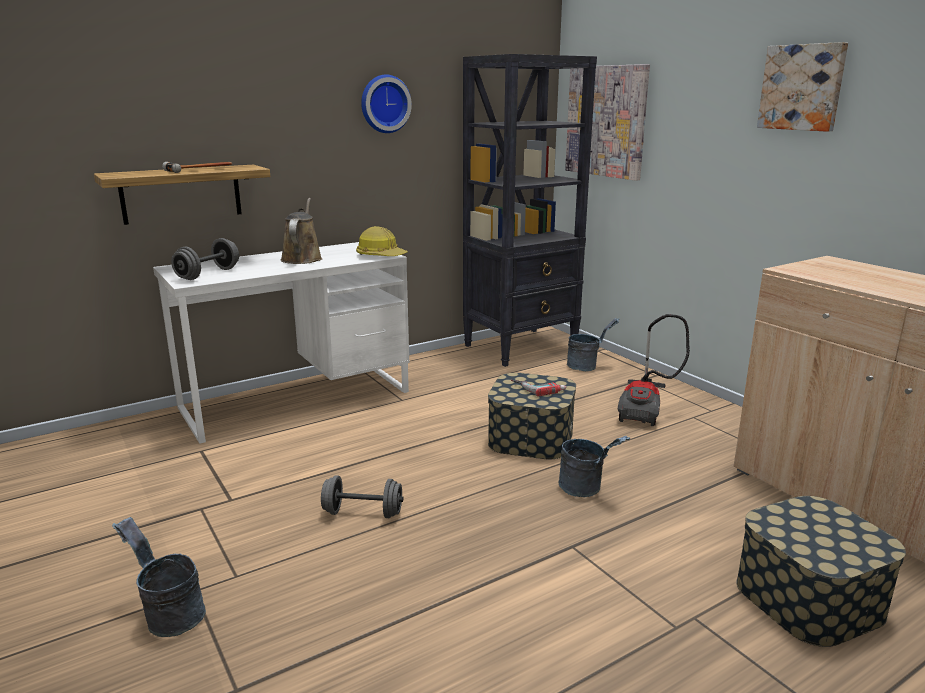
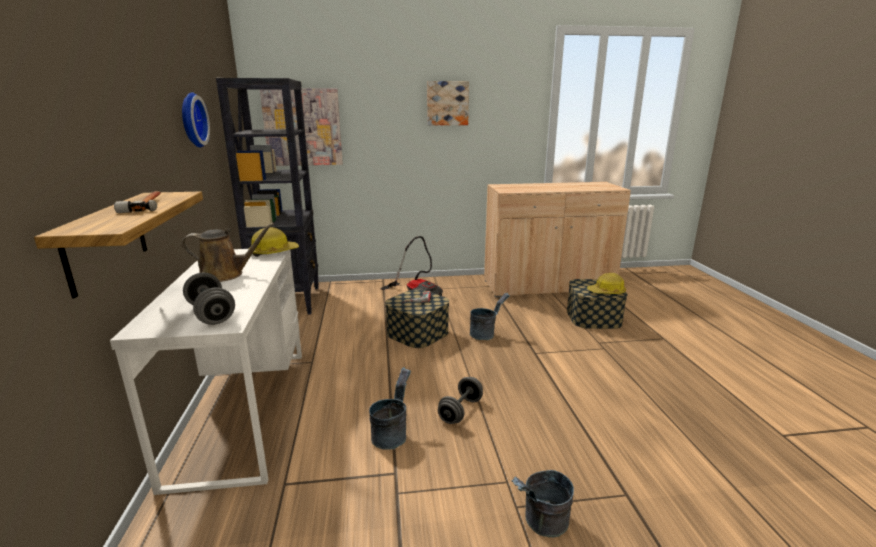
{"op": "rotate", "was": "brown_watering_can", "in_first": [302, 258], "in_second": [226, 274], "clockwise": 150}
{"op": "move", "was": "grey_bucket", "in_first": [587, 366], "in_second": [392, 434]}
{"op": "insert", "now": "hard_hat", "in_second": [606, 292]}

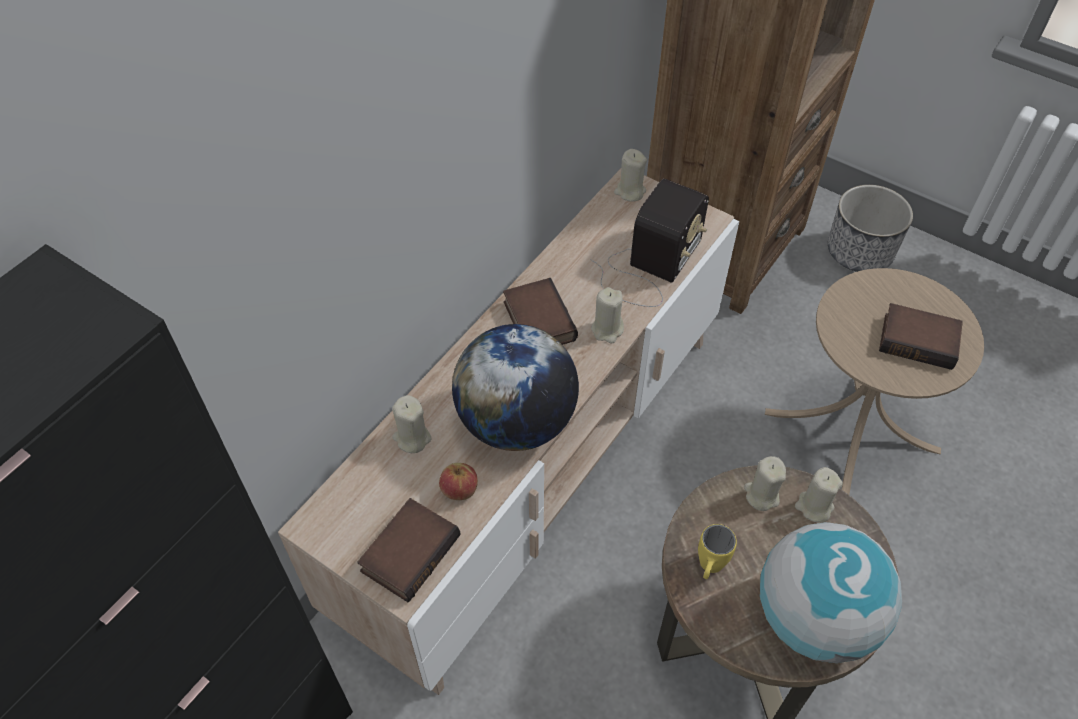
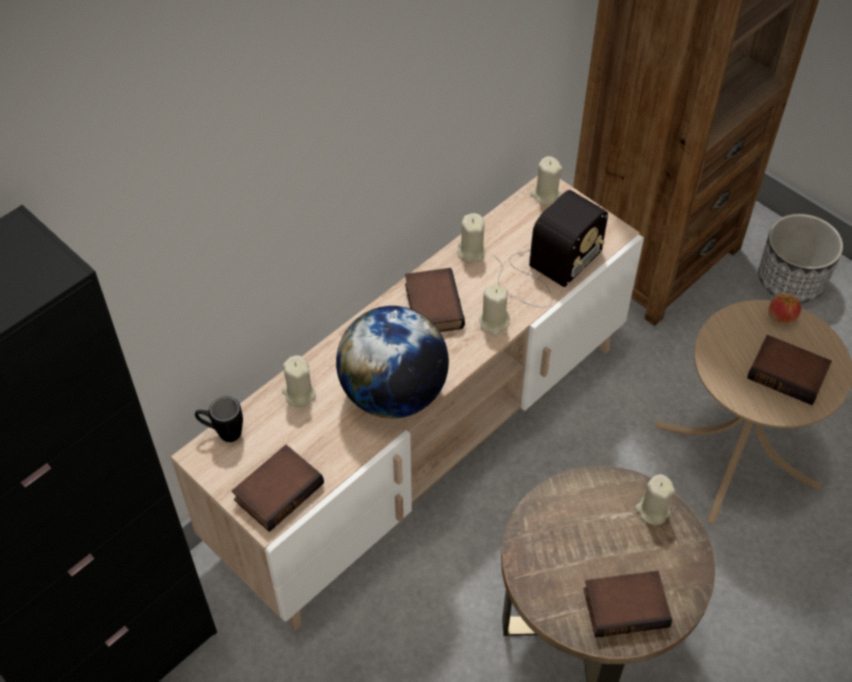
{"op": "insert", "now": "black_mug", "in_second": [222, 433]}
{"op": "move", "was": "beige_candle", "in_first": [761, 495], "in_second": [471, 252]}
{"op": "replace", "was": "globe", "now": "book", "in_first": [813, 617], "in_second": [626, 605]}
{"op": "move", "was": "apple", "in_first": [459, 489], "in_second": [781, 316]}
{"op": "delete", "was": "yellow_mug", "in_first": [709, 569]}

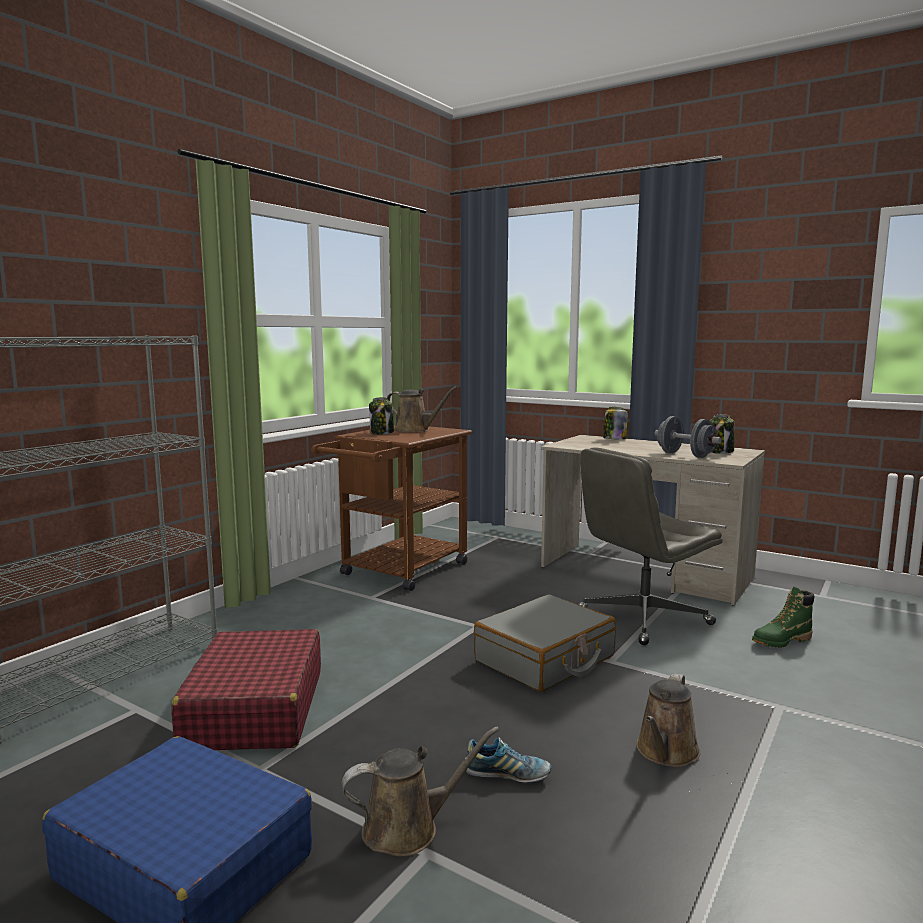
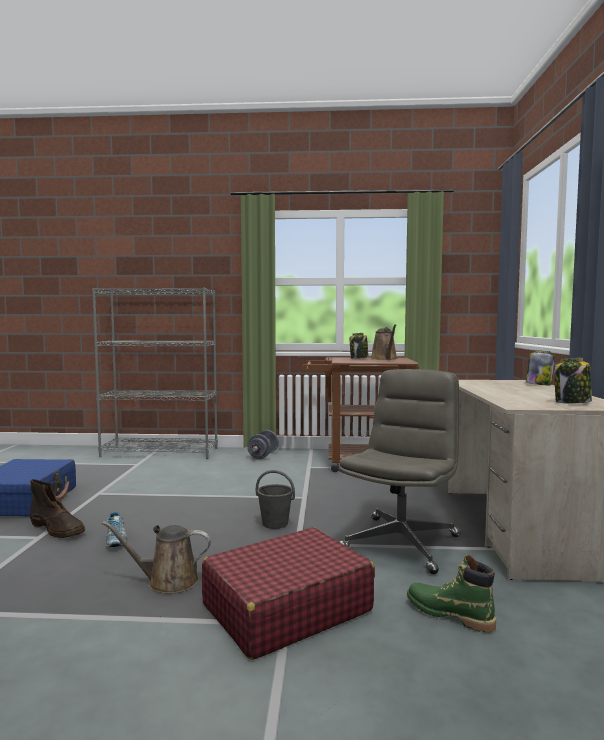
{"op": "replace", "was": "brown_watering_can", "now": "brown_boot", "in_first": [408, 828], "in_second": [57, 529]}
{"op": "move", "was": "red_suitcase", "in_first": [254, 710], "in_second": [286, 608]}
{"op": "move", "was": "grey_dumbbell", "in_first": [685, 455], "in_second": [263, 456]}
{"op": "replace", "was": "grey_suitcase", "now": "grey_bucket", "in_first": [545, 659], "in_second": [275, 523]}
{"op": "rotate", "was": "grey_office_chair", "in_first": [642, 618], "in_second": [401, 543], "clockwise": 90}

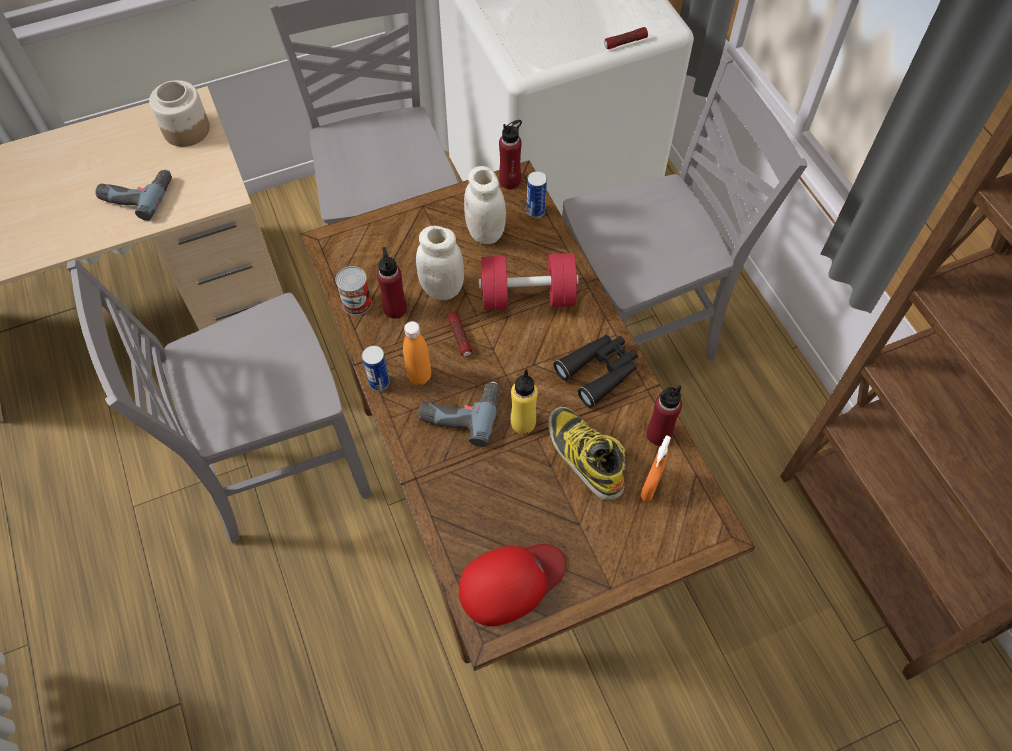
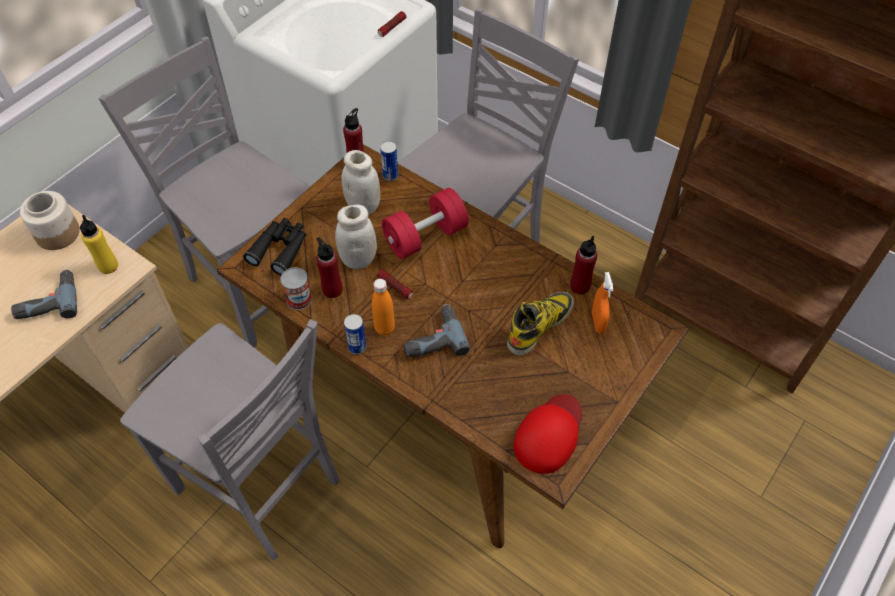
{"op": "move", "was": "yellow_bottle", "in_first": [523, 423], "in_second": [108, 266]}
{"op": "rotate", "was": "grey_chair", "in_first": [279, 470], "in_second": [261, 486], "clockwise": -90}
{"op": "move", "was": "black_binoculars", "in_first": [599, 371], "in_second": [280, 249]}
{"op": "rotate", "was": "boot", "in_first": [583, 455], "in_second": [539, 325], "clockwise": 105}

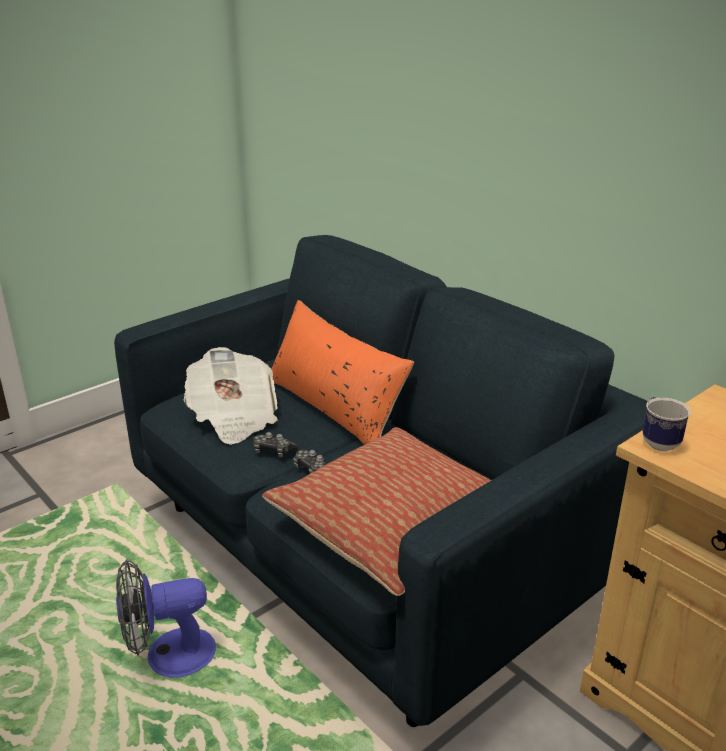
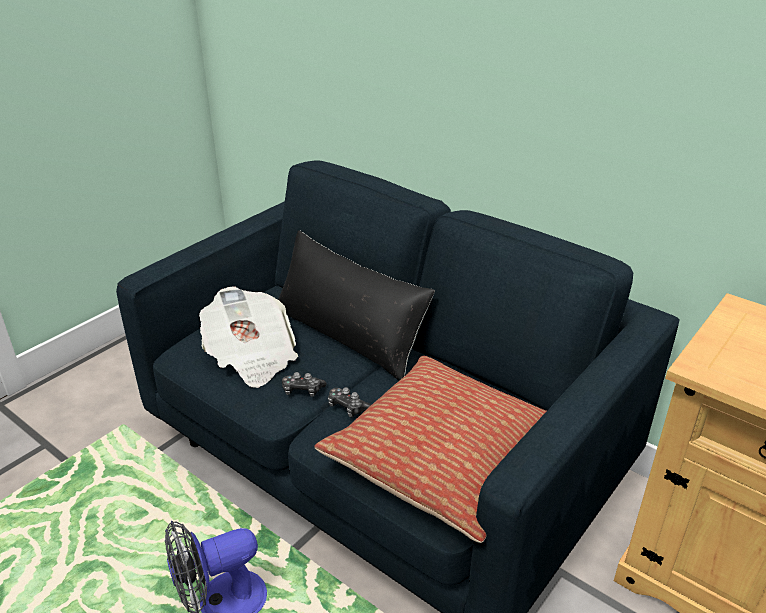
{"op": "recolor", "was": "orange_pillow", "now": "black_pillow", "in_first": [334, 407], "in_second": [348, 335]}
{"op": "delete", "was": "mug", "in_first": [657, 441]}

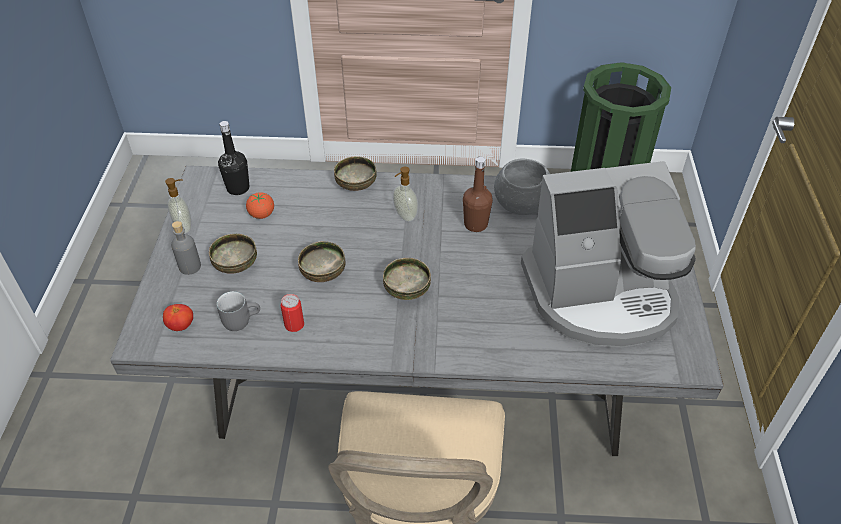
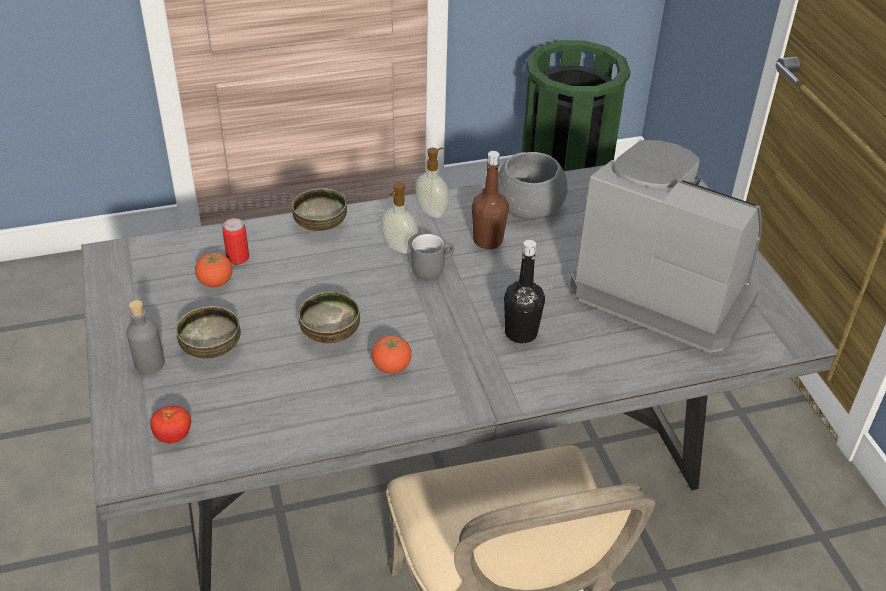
{"op": "move", "was": "can", "in_first": [294, 324], "in_second": [238, 258]}
{"op": "insert", "now": "tomato", "in_second": [391, 367]}
{"op": "move", "was": "grey_mug", "in_first": [240, 319], "in_second": [431, 268]}
{"op": "move", "was": "soap_dispenser", "in_first": [184, 227], "in_second": [432, 211]}
{"op": "move", "was": "black_bottle", "in_first": [238, 188], "in_second": [521, 333]}
{"op": "rotate", "was": "coffee_machine", "in_first": [601, 295], "in_second": [666, 287], "clockwise": -120}
{"op": "delete", "was": "bowl", "in_first": [406, 290]}

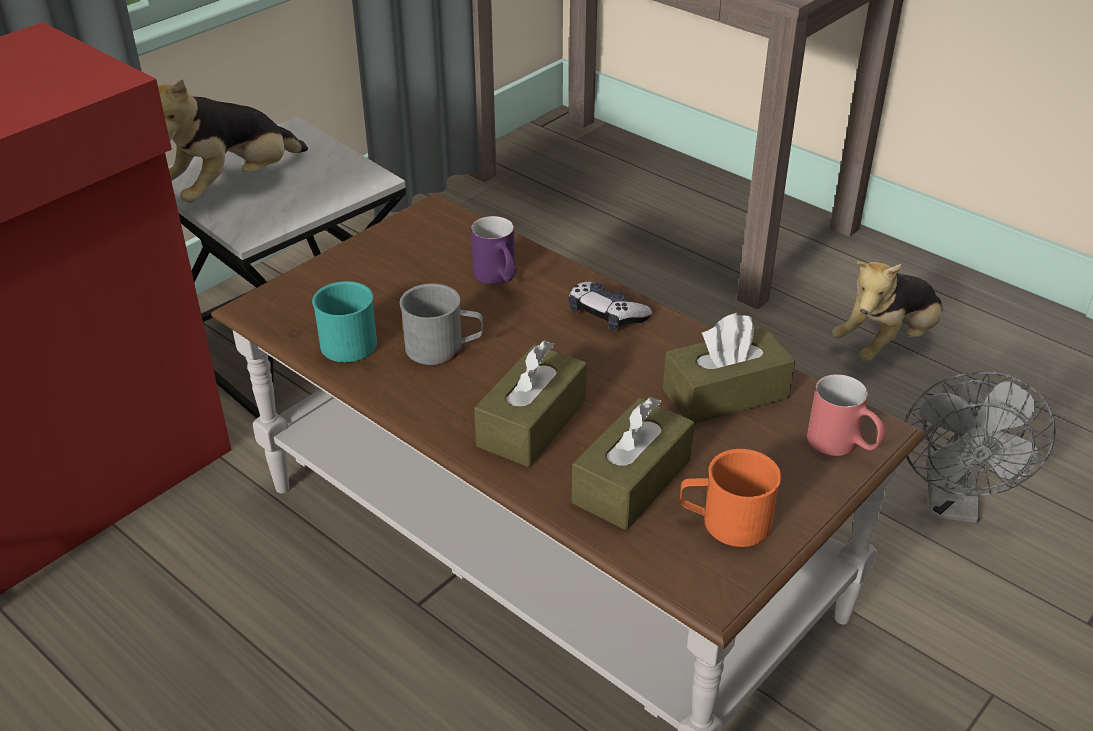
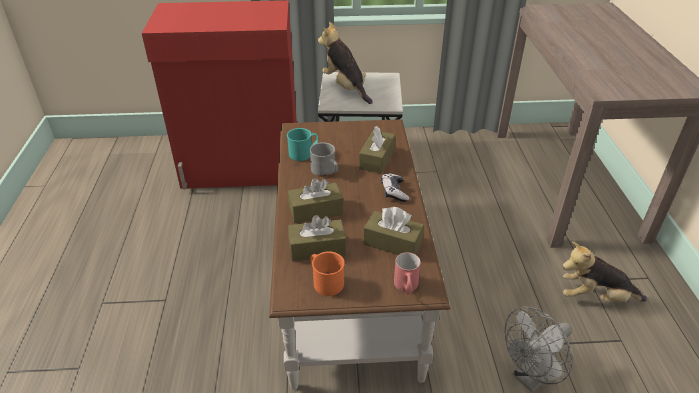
{"op": "rotate", "was": "plush_toy", "in_first": [234, 186], "in_second": [345, 87], "clockwise": 60}
{"op": "replace", "was": "purple_mug", "now": "brown_tissue_box", "in_first": [498, 279], "in_second": [377, 159]}

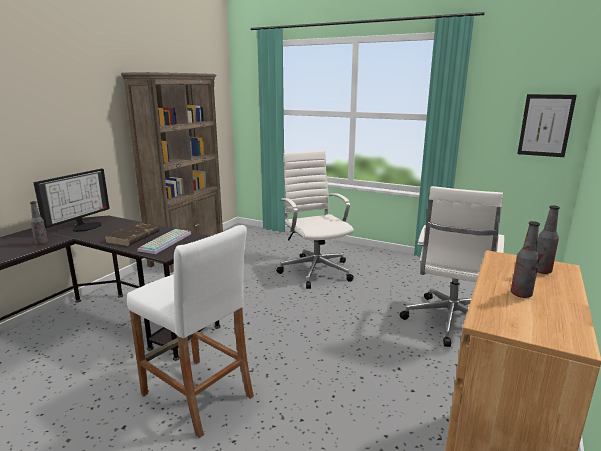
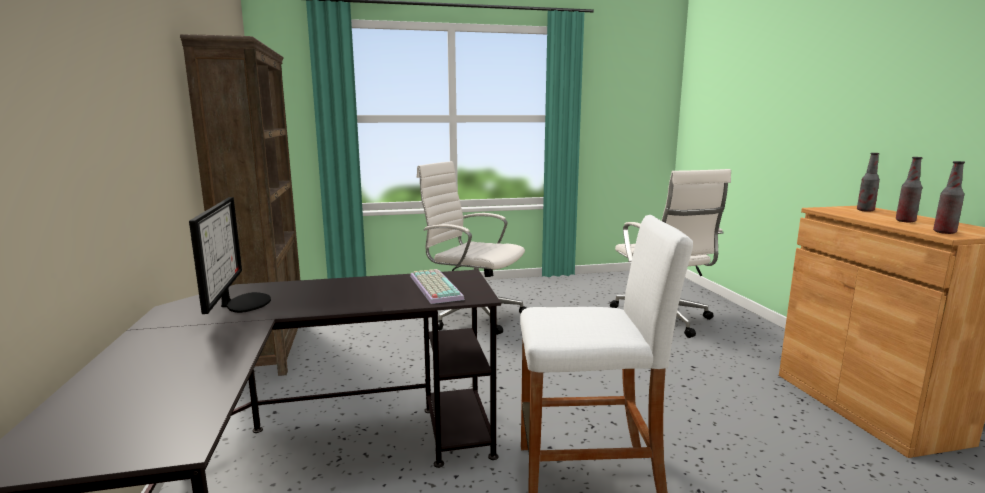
{"op": "move", "was": "bottle", "in_first": [41, 243], "in_second": [944, 232]}
{"op": "delete", "was": "brown_book", "in_first": [133, 237]}
{"op": "delete", "was": "picture", "in_first": [545, 125]}

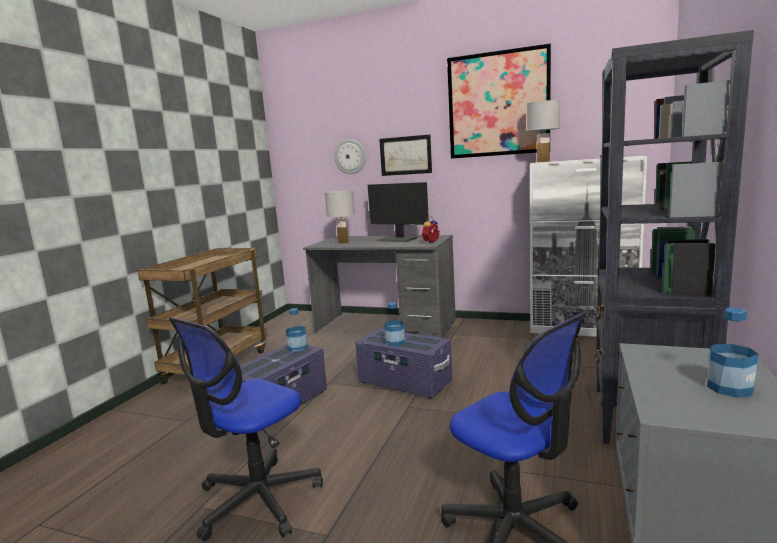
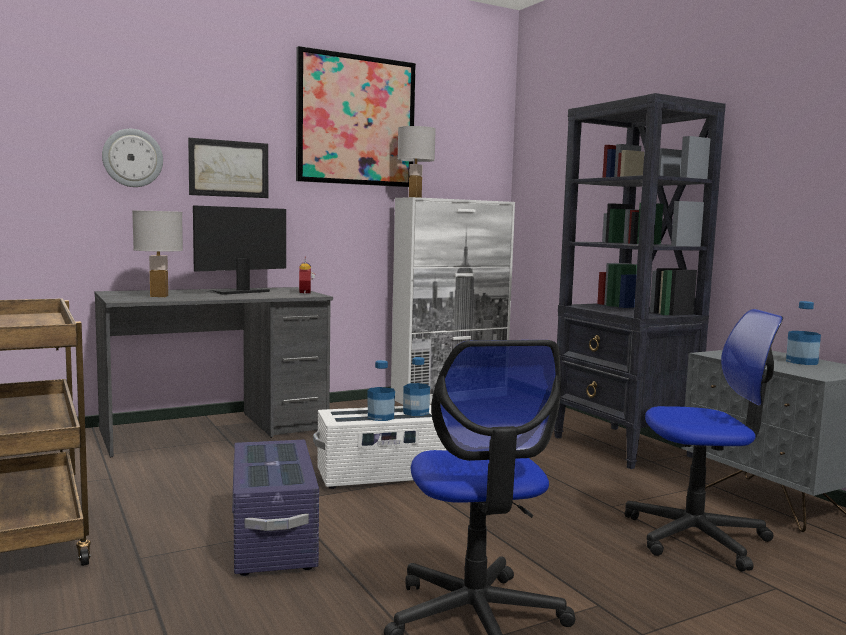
{"op": "rotate", "was": "monitor", "in_first": [397, 239], "in_second": [238, 291], "clockwise": 150}
{"op": "recolor", "was": "purple_storage_box", "now": "white_storage_box", "in_first": [405, 383], "in_second": [381, 475]}
{"op": "move", "was": "bottle", "in_first": [297, 348], "in_second": [416, 412]}

